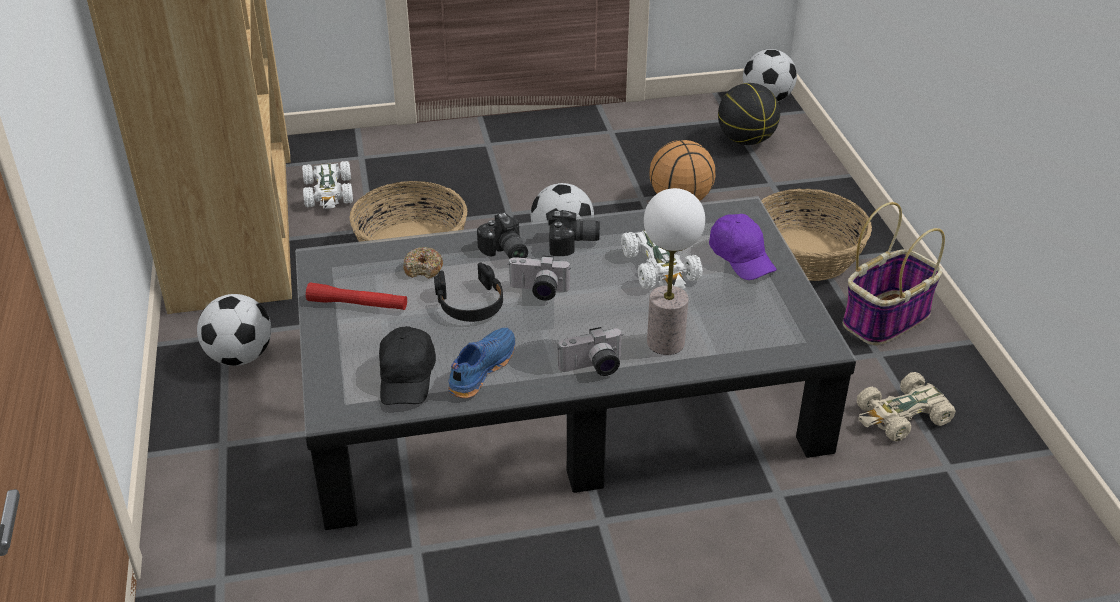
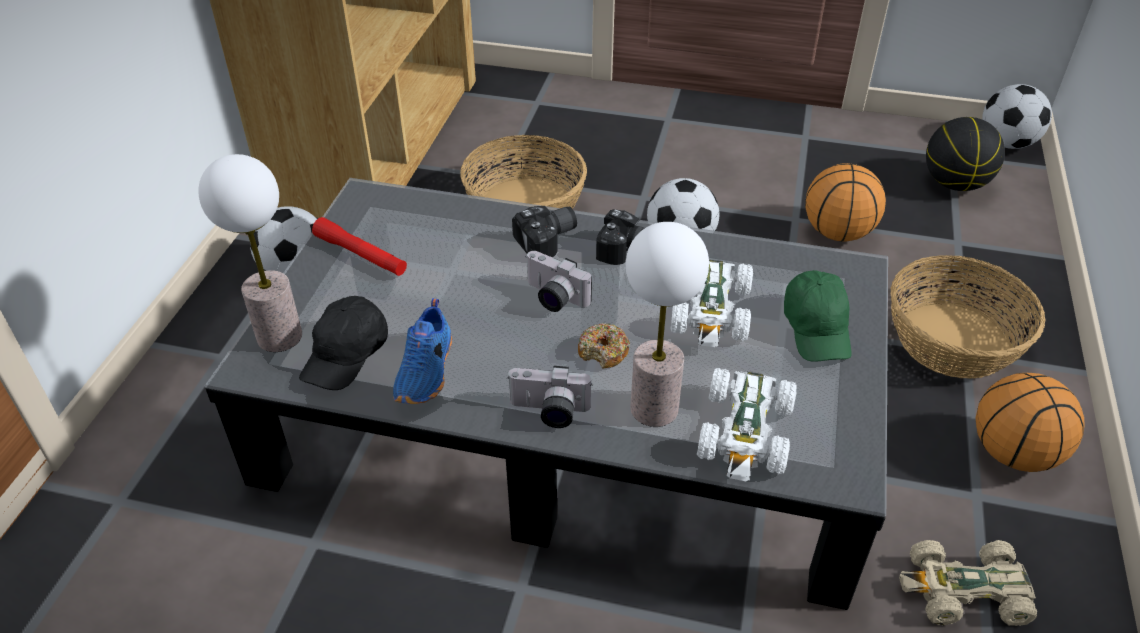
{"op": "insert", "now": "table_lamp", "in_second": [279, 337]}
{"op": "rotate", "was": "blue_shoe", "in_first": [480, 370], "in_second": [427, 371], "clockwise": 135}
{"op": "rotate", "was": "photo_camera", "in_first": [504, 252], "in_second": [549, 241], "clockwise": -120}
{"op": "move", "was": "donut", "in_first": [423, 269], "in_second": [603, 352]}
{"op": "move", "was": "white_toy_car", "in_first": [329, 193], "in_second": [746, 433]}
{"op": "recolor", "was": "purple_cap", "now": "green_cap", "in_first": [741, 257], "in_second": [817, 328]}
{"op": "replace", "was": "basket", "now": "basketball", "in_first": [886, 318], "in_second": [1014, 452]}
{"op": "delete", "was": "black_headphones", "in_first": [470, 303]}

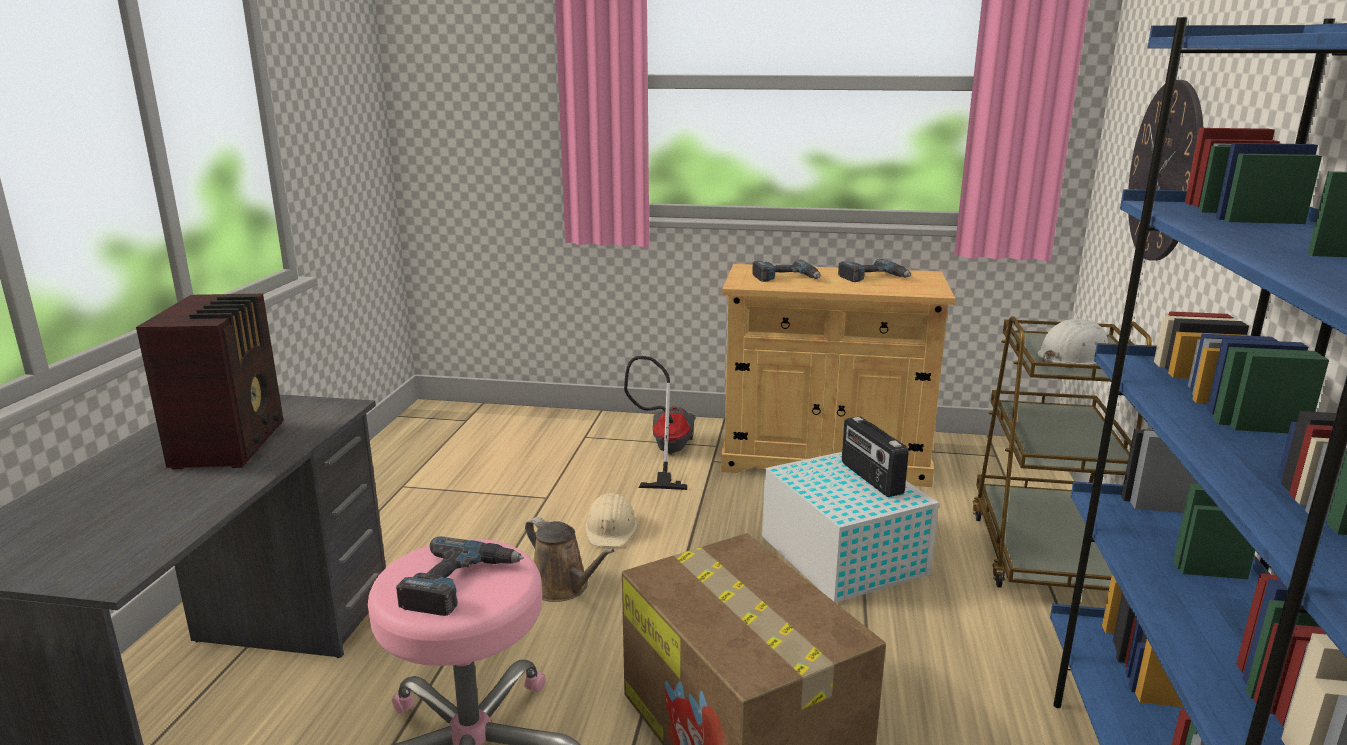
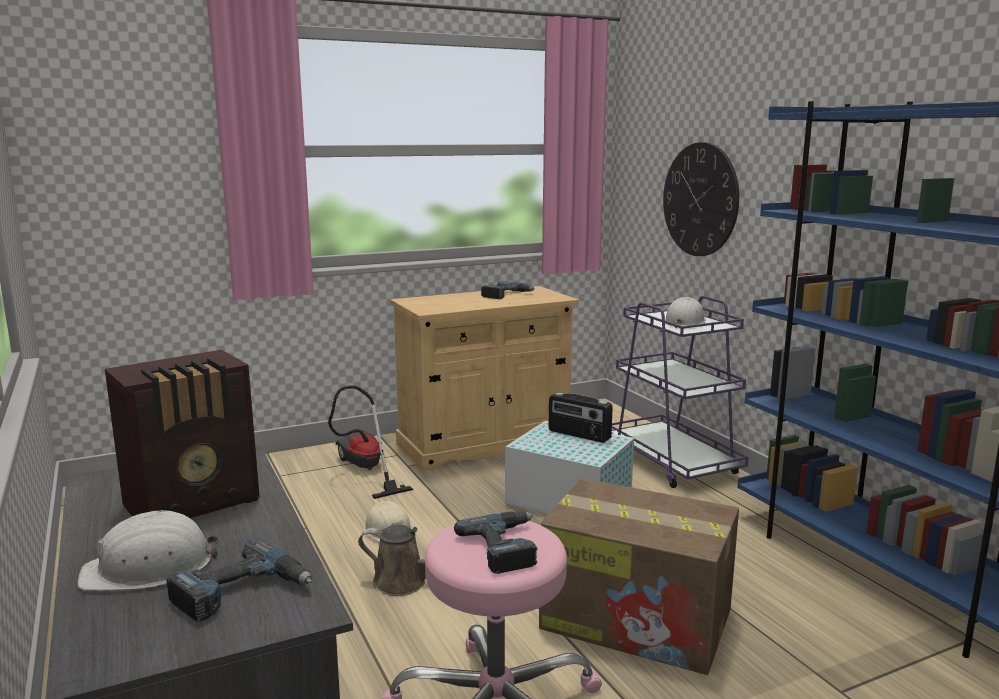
{"op": "insert", "now": "white_hard_hat", "in_second": [149, 568]}
{"op": "rotate", "was": "radio", "in_first": [232, 443], "in_second": [195, 503], "clockwise": 90}
{"op": "move", "was": "power_drill", "in_first": [786, 278], "in_second": [242, 592]}
{"op": "recolor", "was": "brown_cart", "now": "purple_cart", "in_first": [1041, 553], "in_second": [673, 462]}

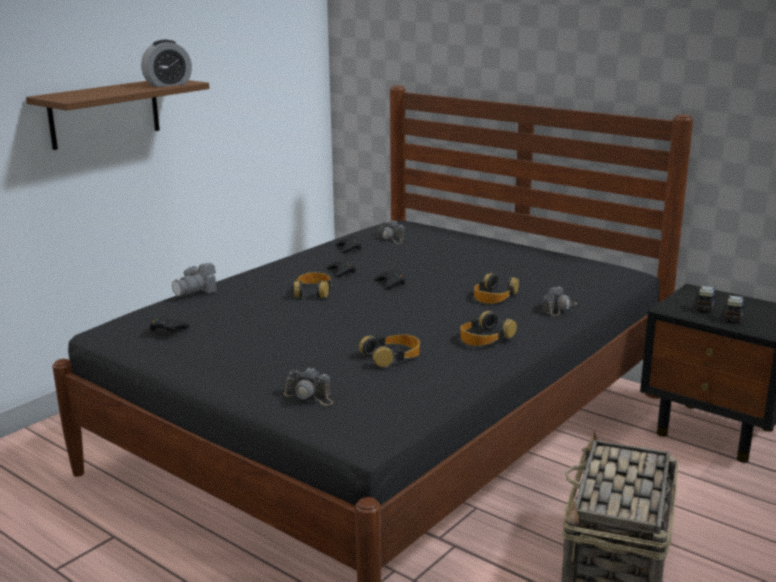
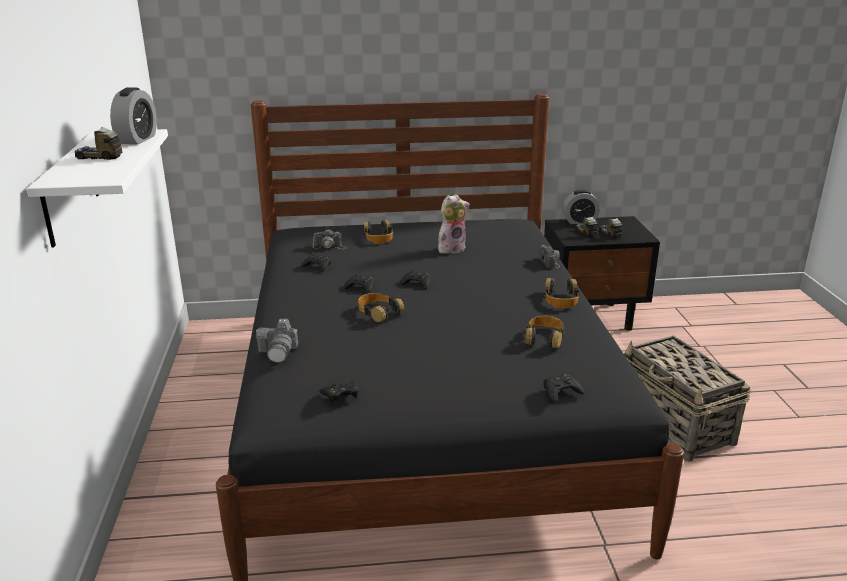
{"op": "recolor", "was": "brown_shelf", "now": "white_shelf", "in_first": [105, 113], "in_second": [70, 188]}
{"op": "insert", "now": "toy_truck", "in_second": [99, 157]}
{"op": "move", "was": "headphones", "in_first": [494, 296], "in_second": [378, 237]}
{"op": "insert", "now": "plush_toy", "in_second": [451, 248]}
{"op": "replace", "was": "photo_camera", "now": "black_game_controller", "in_first": [310, 395], "in_second": [561, 391]}
{"op": "insert", "now": "alarm_clock", "in_second": [579, 221]}

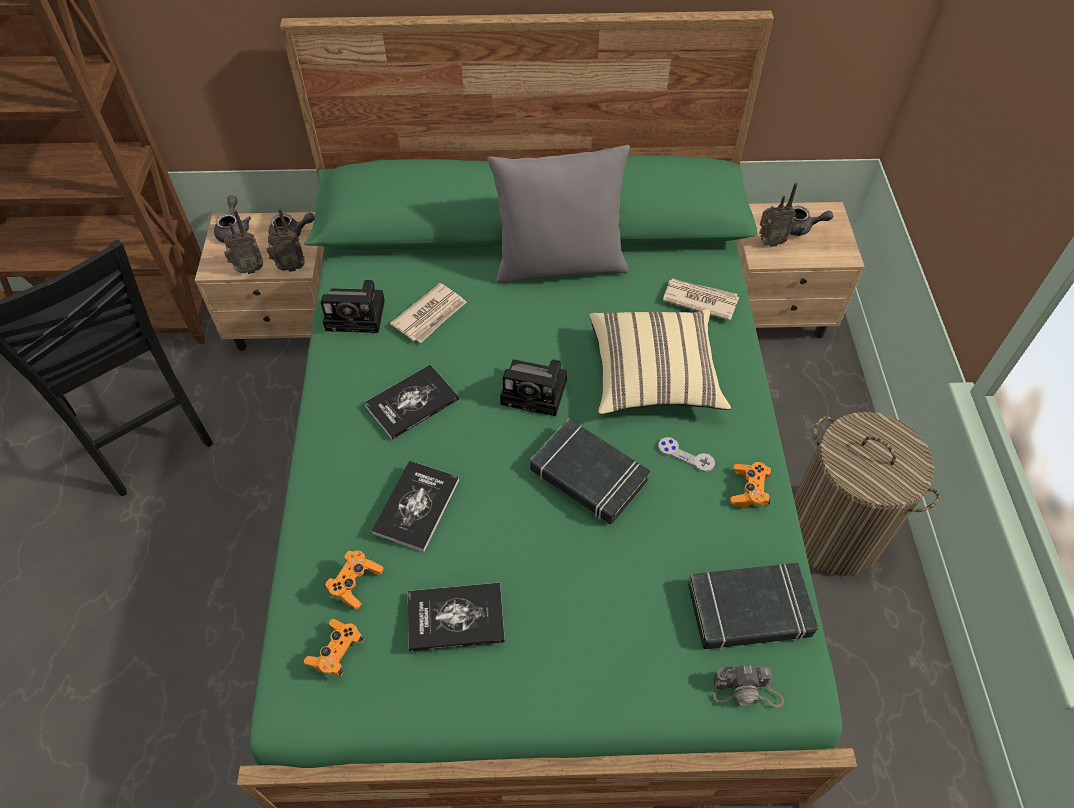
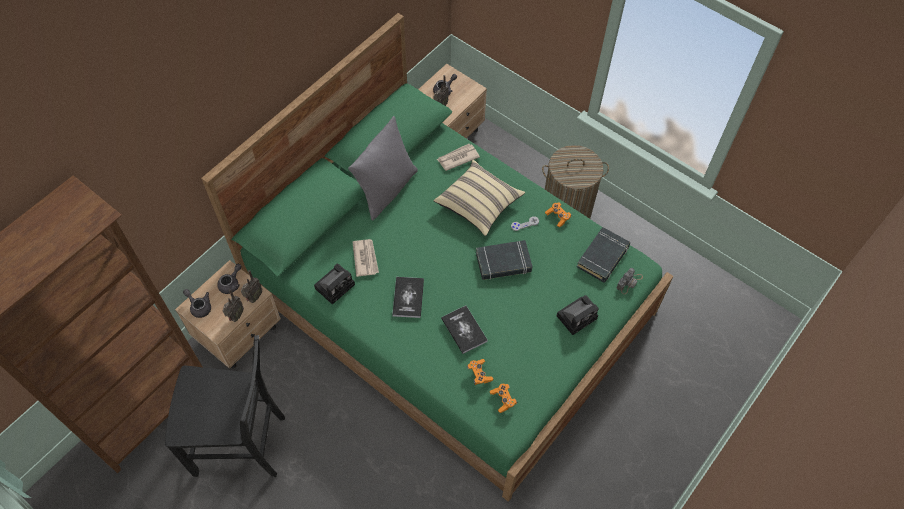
{"op": "move", "was": "photo_camera", "in_first": [537, 392], "in_second": [577, 316]}
{"op": "delete", "was": "book", "in_first": [455, 618]}

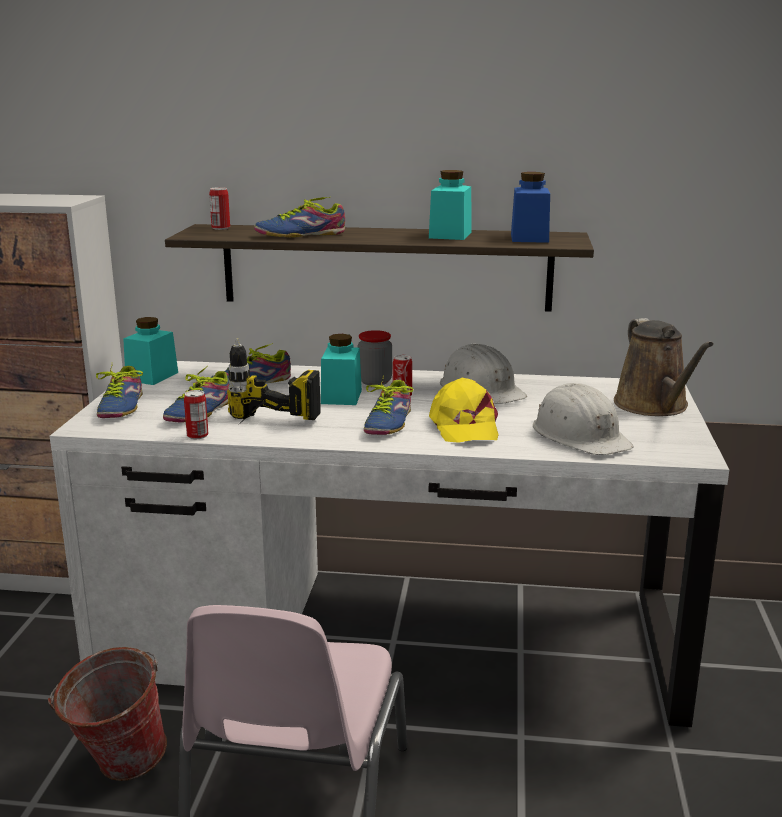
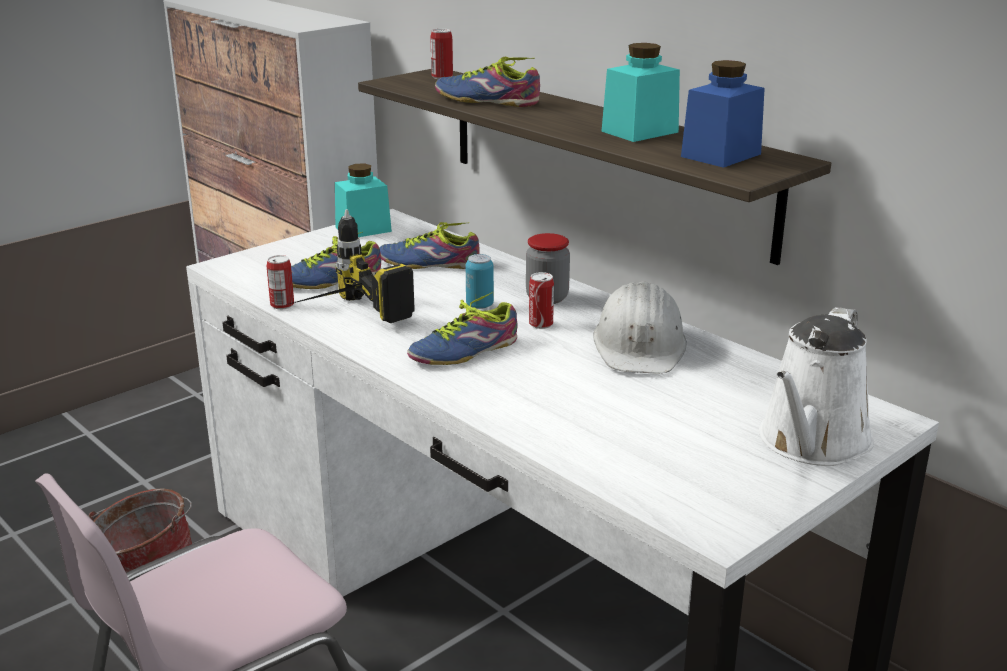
{"op": "replace", "was": "turquoise_jar", "now": "can", "in_first": [341, 397], "in_second": [479, 305]}
{"op": "recolor", "was": "brown_watering_can", "now": "white_watering_can", "in_first": [654, 406], "in_second": [811, 443]}
{"op": "delete", "was": "shoe", "in_first": [118, 407]}
{"op": "delete", "was": "yellow_cap", "in_first": [463, 426]}
{"op": "delete", "was": "white_hard_hat", "in_first": [580, 435]}

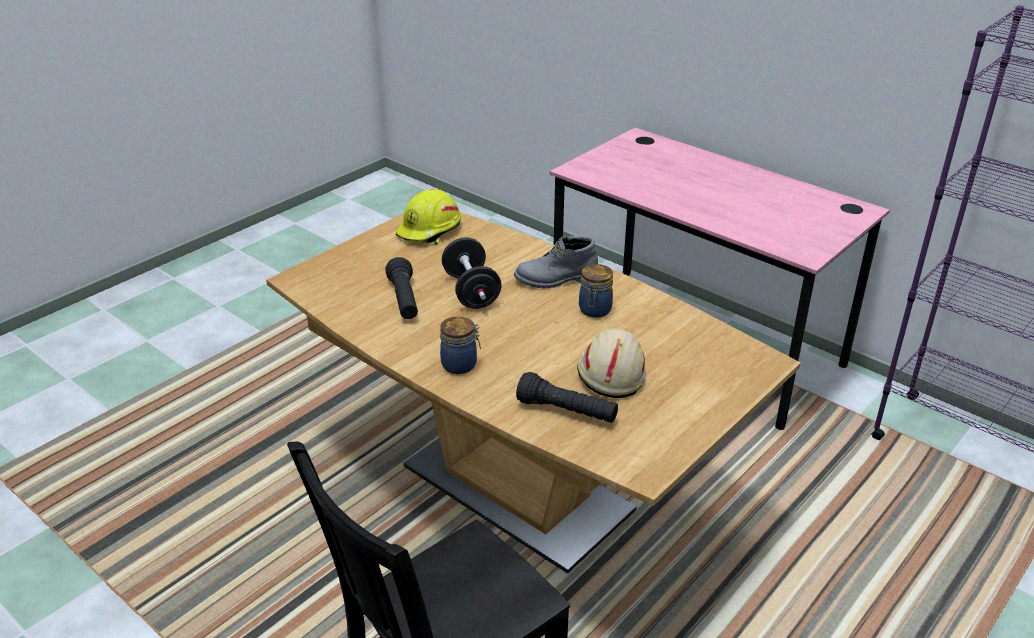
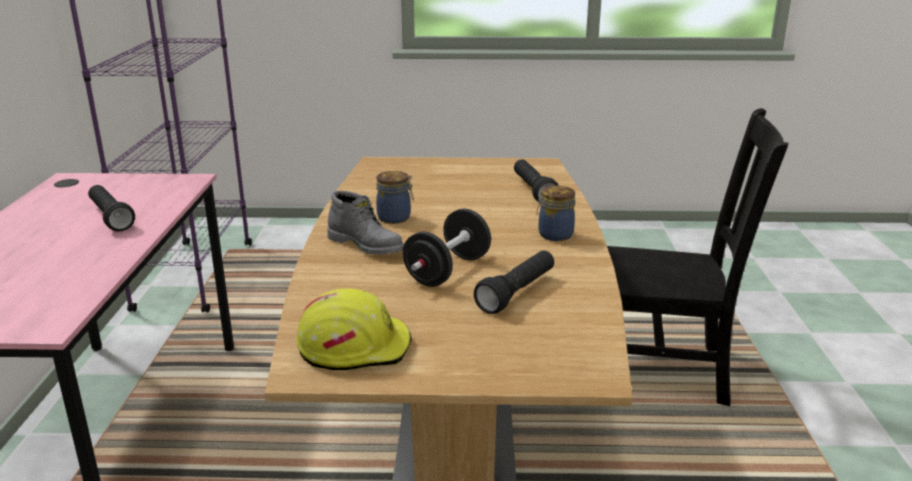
{"op": "insert", "now": "black_flashlight", "in_second": [111, 218]}
{"op": "delete", "was": "beige_hard_hat", "in_first": [610, 373]}

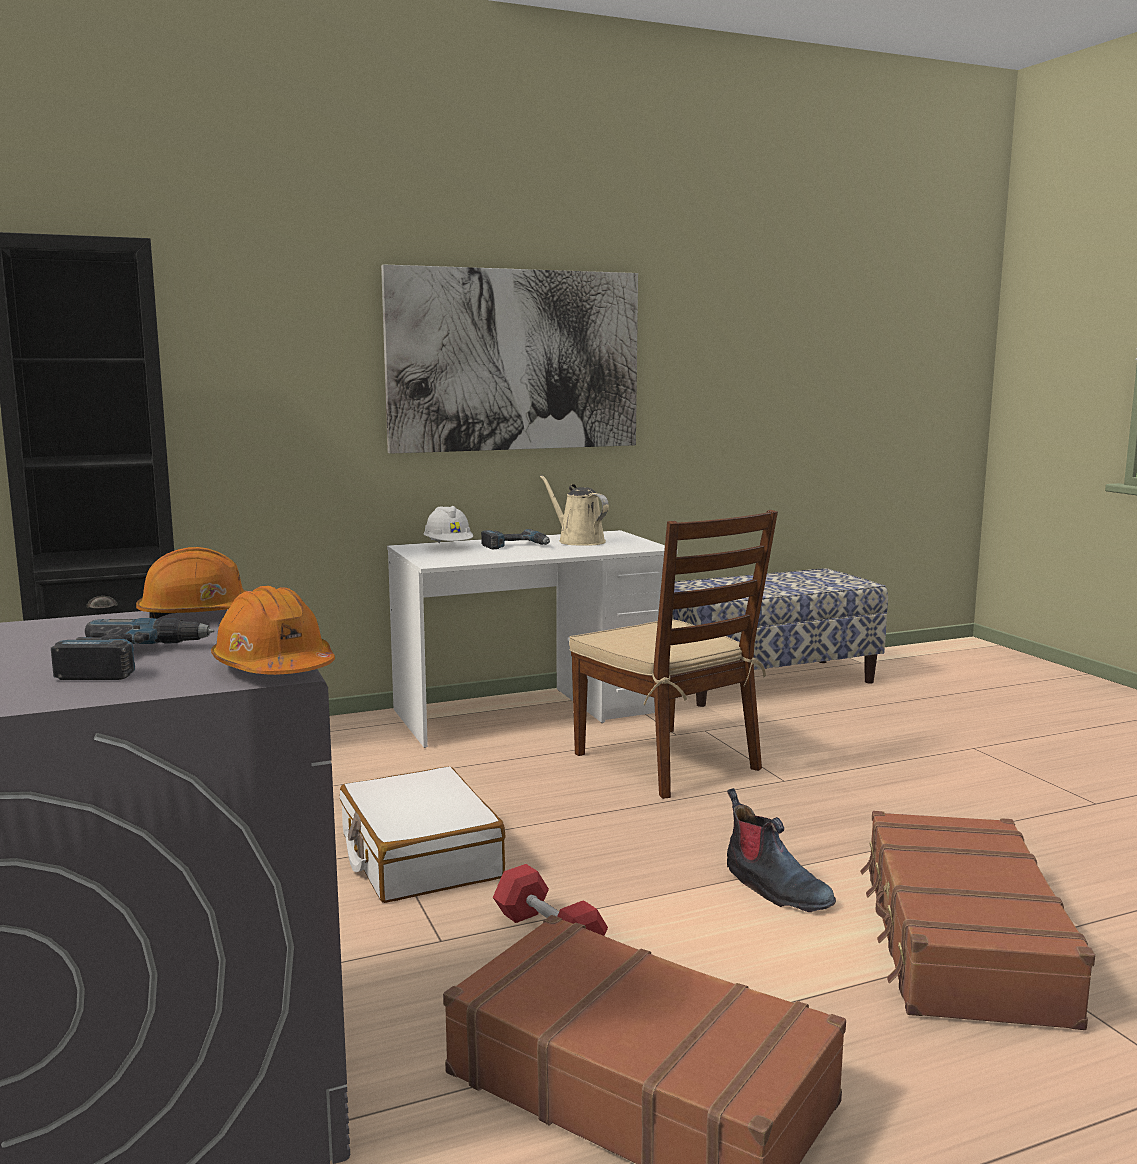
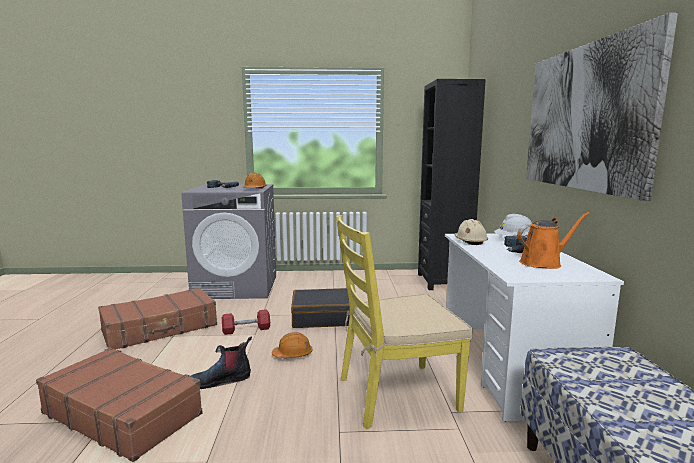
{"op": "move", "was": "orange_hard_hat", "in_first": [274, 669], "in_second": [293, 354]}
{"op": "recolor", "was": "white_suitcase", "now": "black_suitcase", "in_first": [419, 857], "in_second": [323, 317]}
{"op": "recolor", "was": "brown_chair", "now": "yellow_chair", "in_first": [668, 762], "in_second": [396, 394]}
{"op": "insert", "now": "beige_hard_hat", "in_second": [470, 241]}
{"op": "recolor", "was": "beige_watering_can", "now": "orange_watering_can", "in_first": [578, 541], "in_second": [543, 263]}

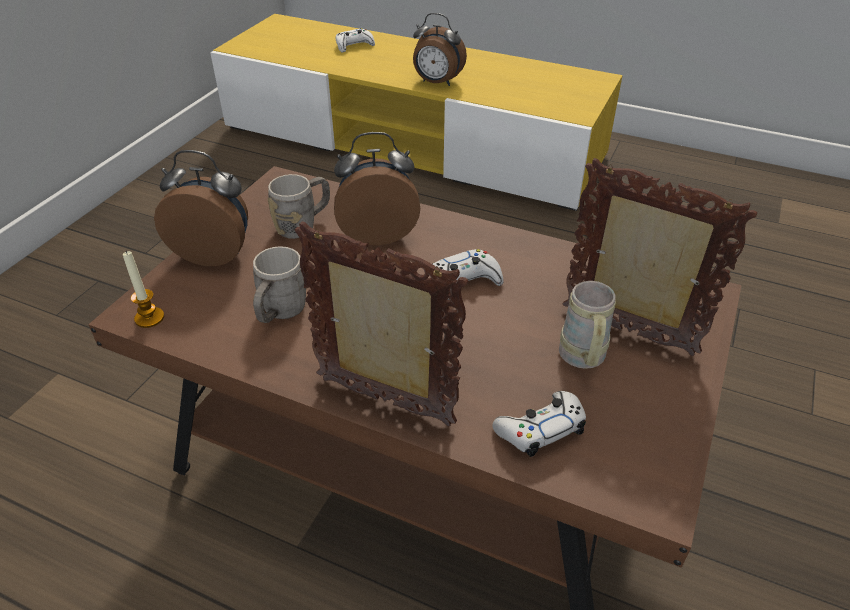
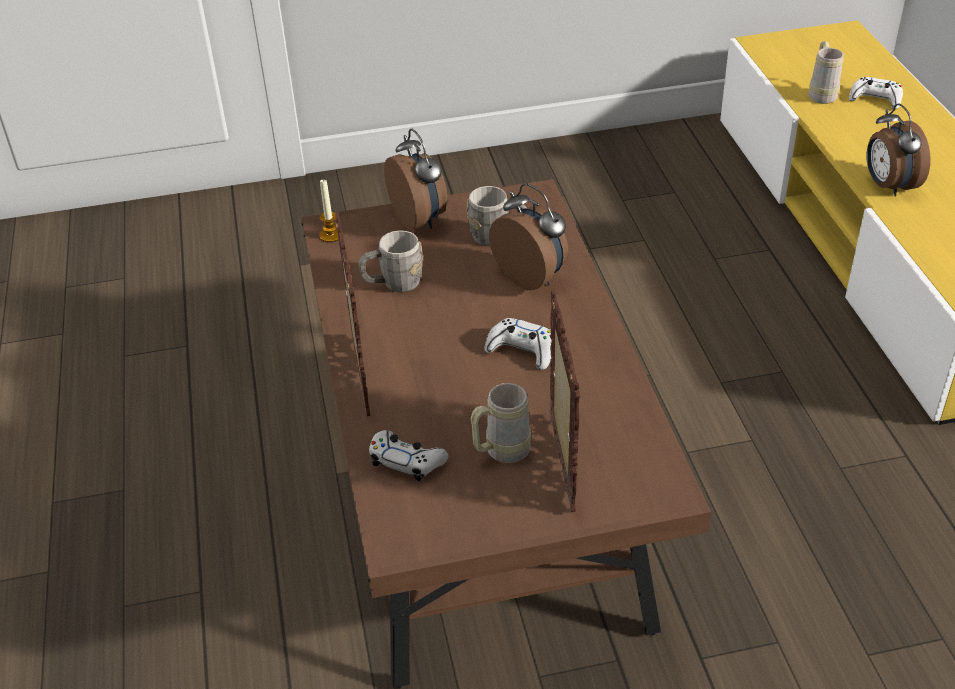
{"op": "insert", "now": "beige_mug", "in_second": [821, 93]}

